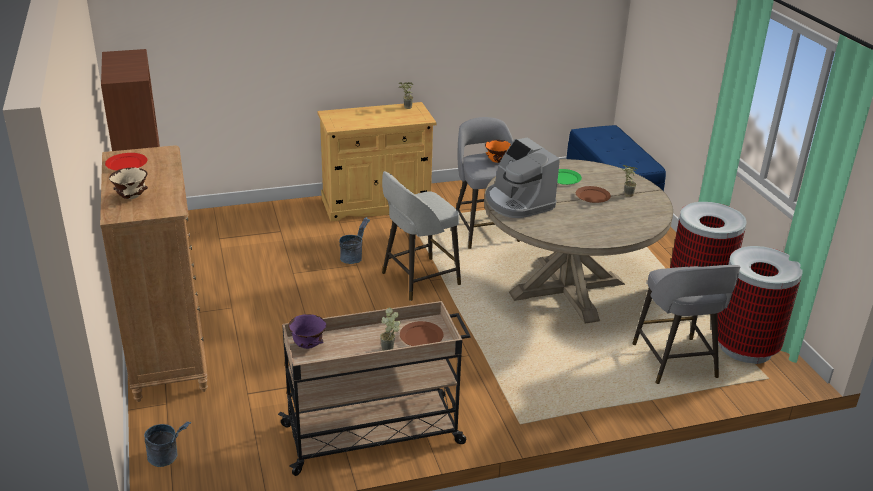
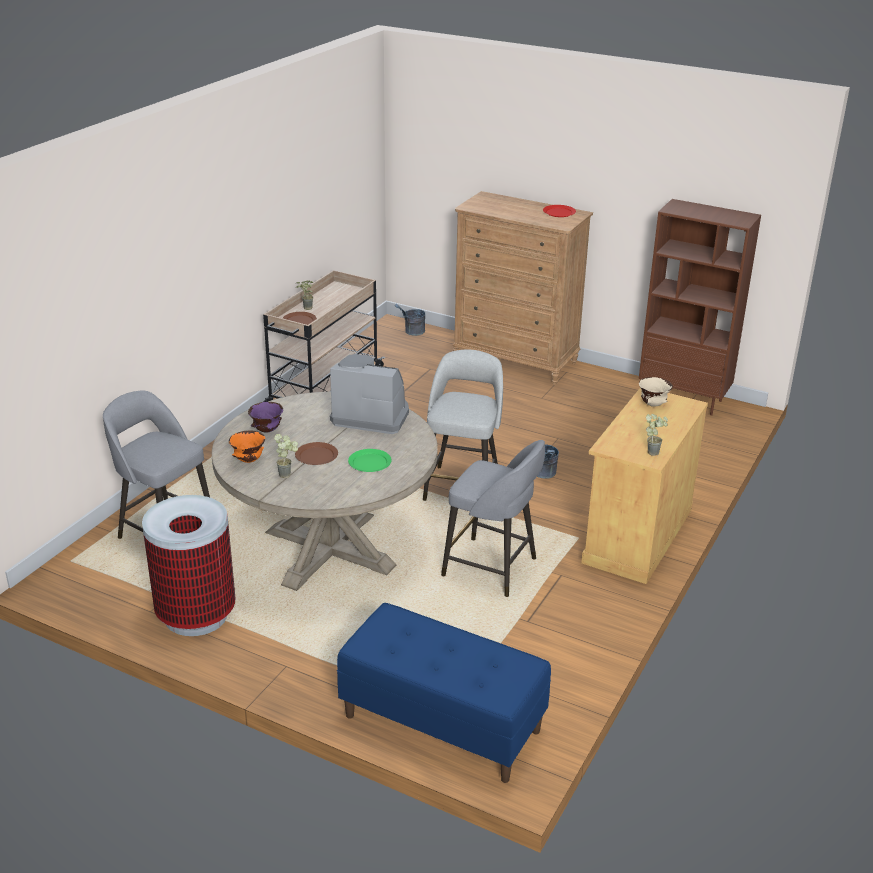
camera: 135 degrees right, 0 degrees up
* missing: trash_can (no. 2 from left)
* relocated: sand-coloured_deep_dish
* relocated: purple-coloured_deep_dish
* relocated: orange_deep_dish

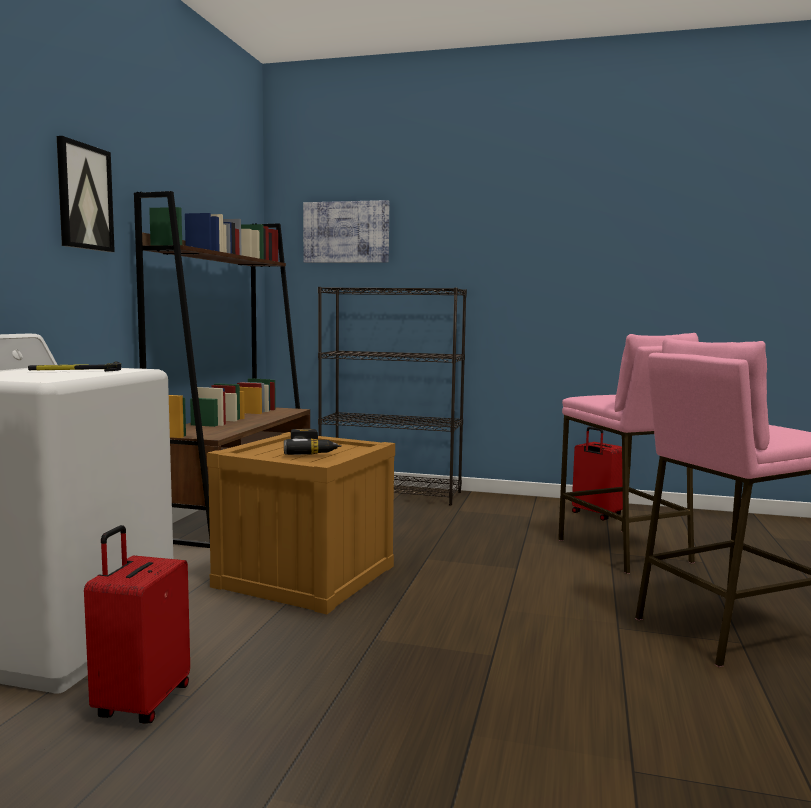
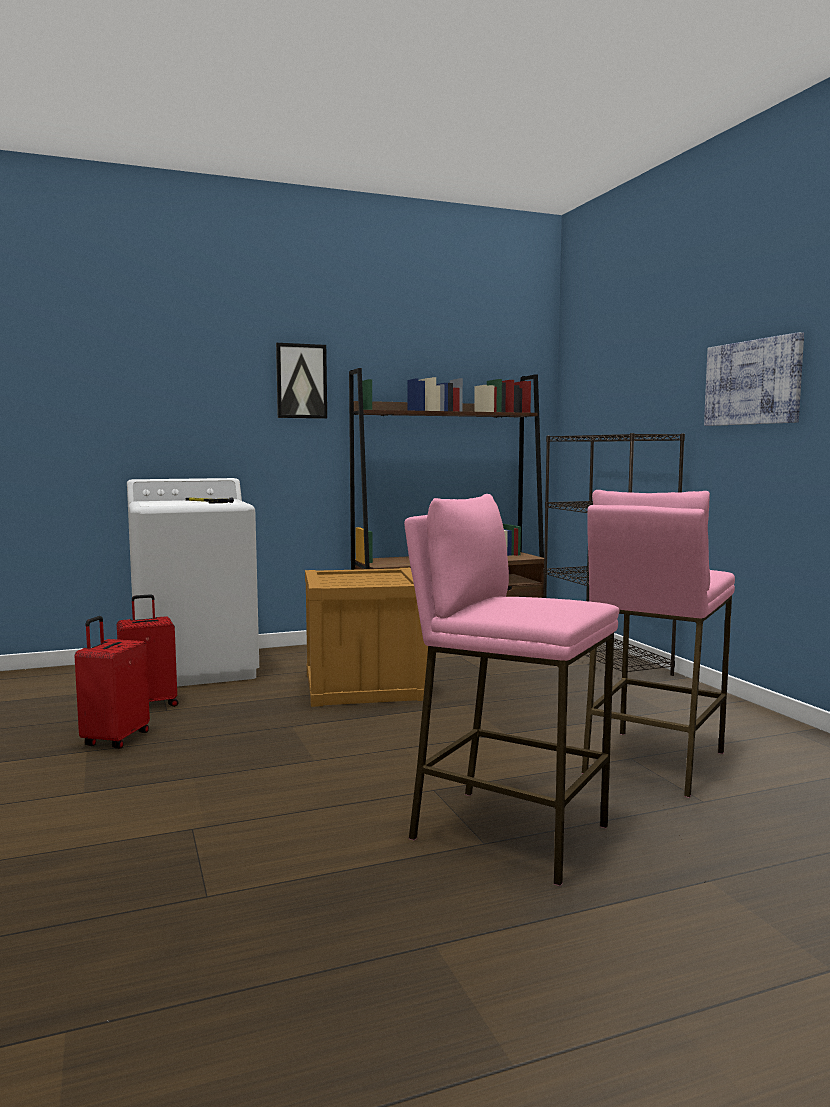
camera: 55 degrees right, 0 degrees up
* missing: electric_drill
* relocated: wall_art (no. 2 from left)
* relocated: reddish_piece_of_luggage (no. 2 from left in the first image) to reddish_piece_of_luggage (no. 1 from left)

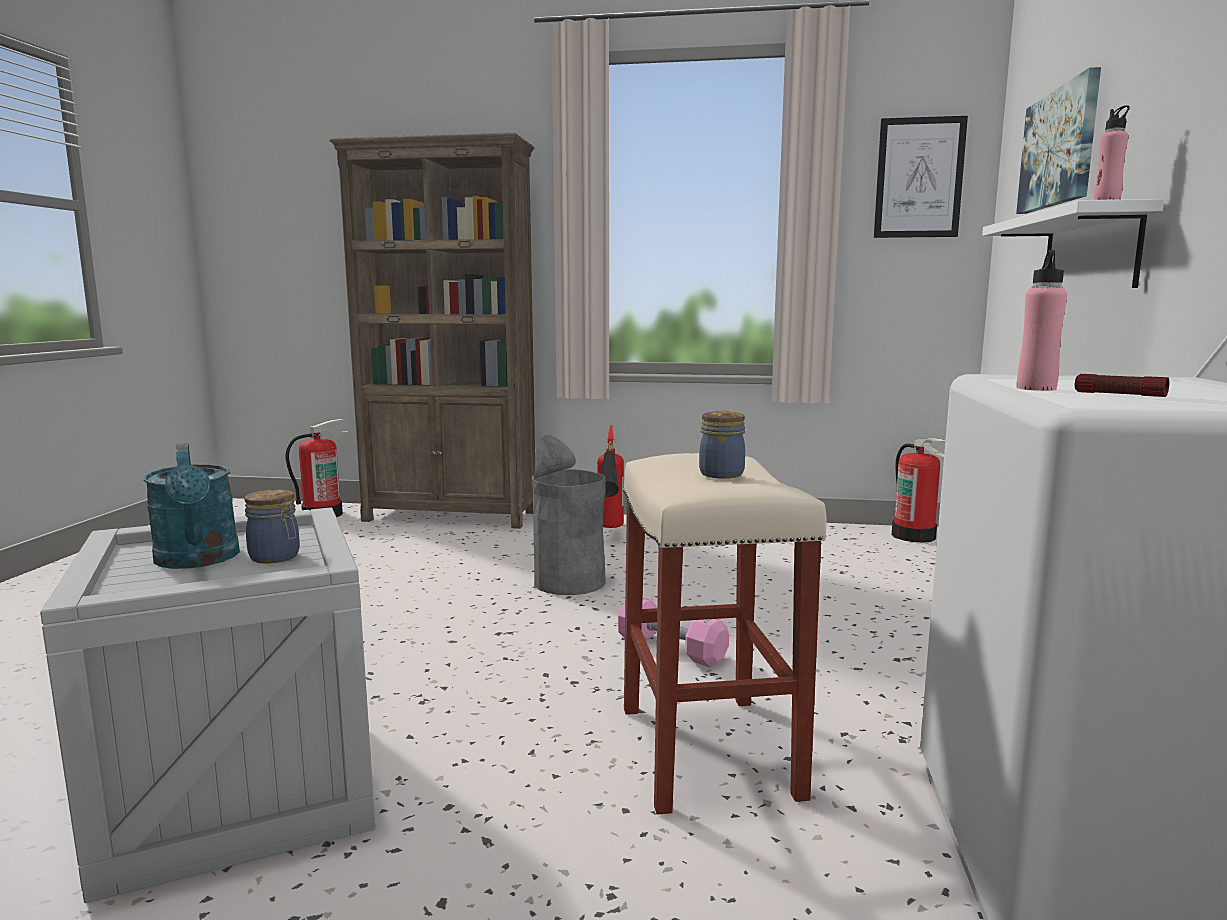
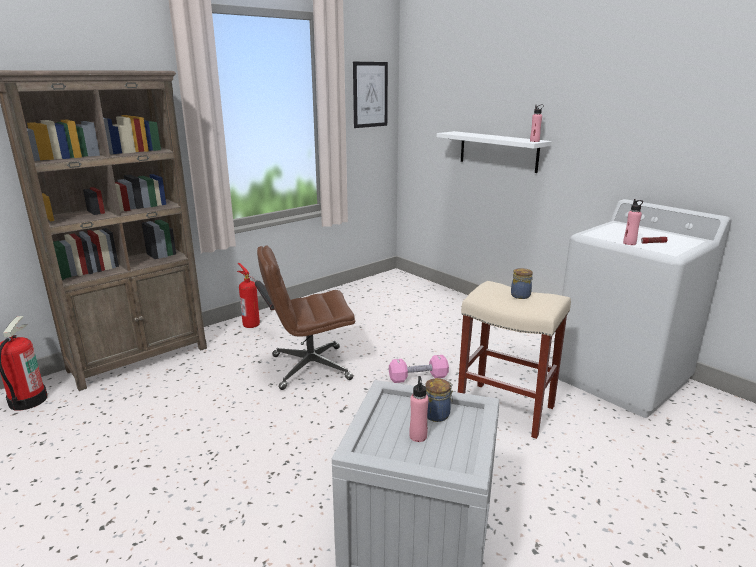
camera: 50 degrees left, 10 degrees up
* missing: fire-fighting_cylinder (no. 3 from left)
* missing: wall_art (no. 2 from left)
* exchanged: blue-green_watering_can to pink-coloured_drink_bottle (no. 1 from left)
* exchanged: grey_trash_can to brown_desk_chair

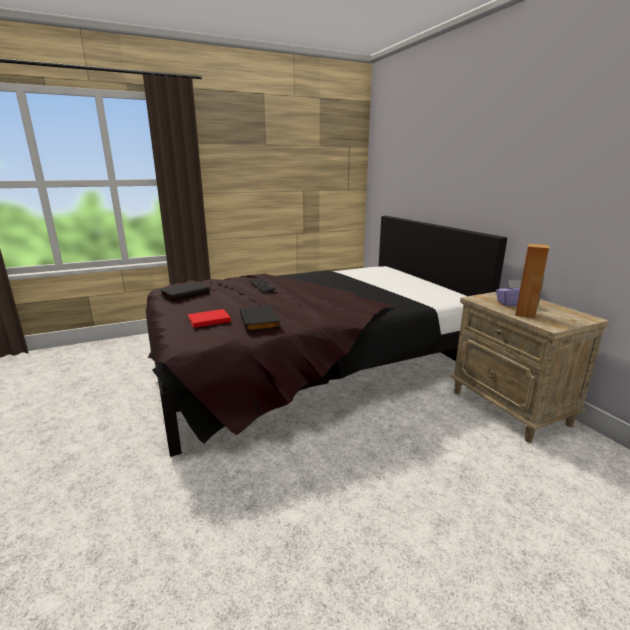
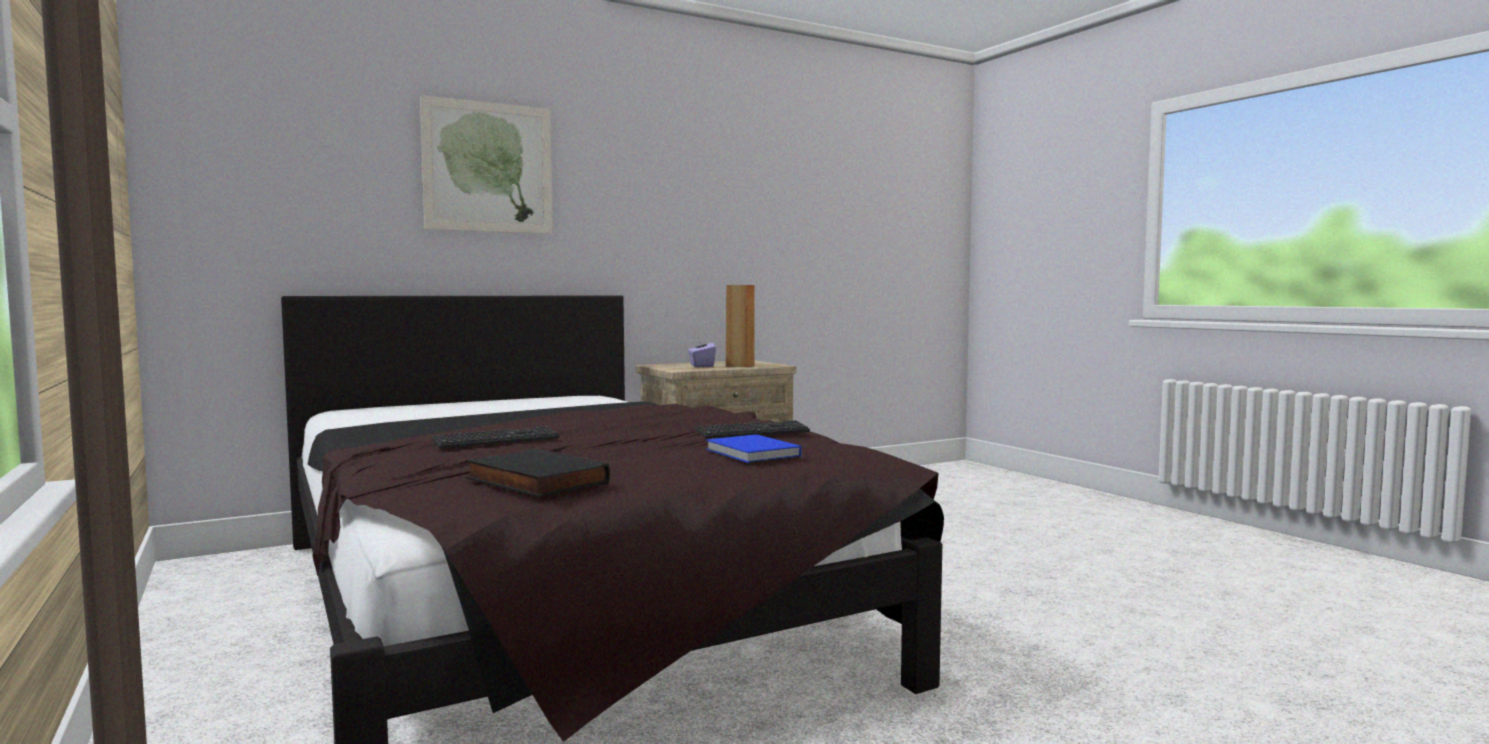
camera: 95 degrees left, 15 degrees down
* appeared: wall_art
* exchanged: blackish_volume (no. 2 from left) to PC_keyboard (no. 2 from left)
* colour: reddish_volume to bluish_volume

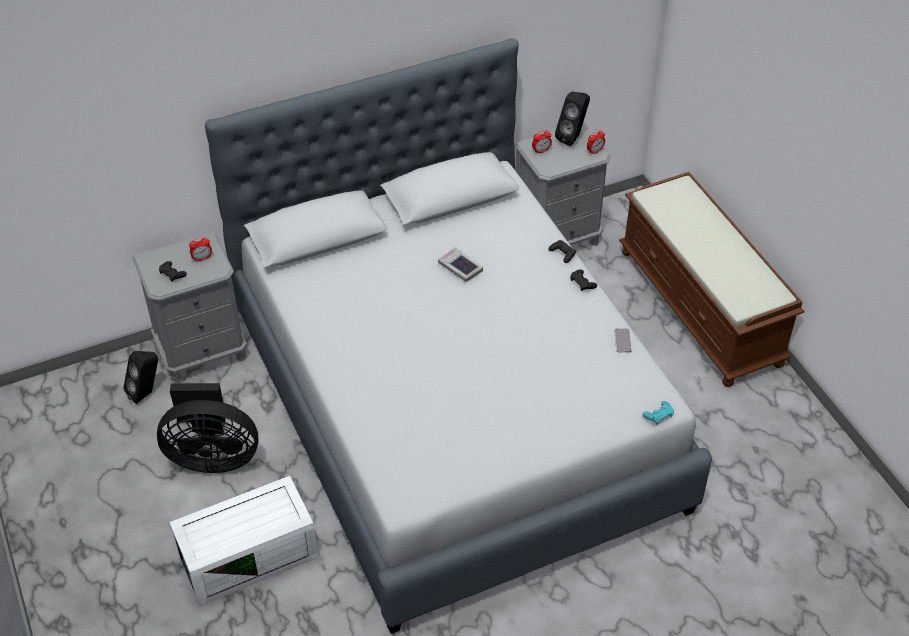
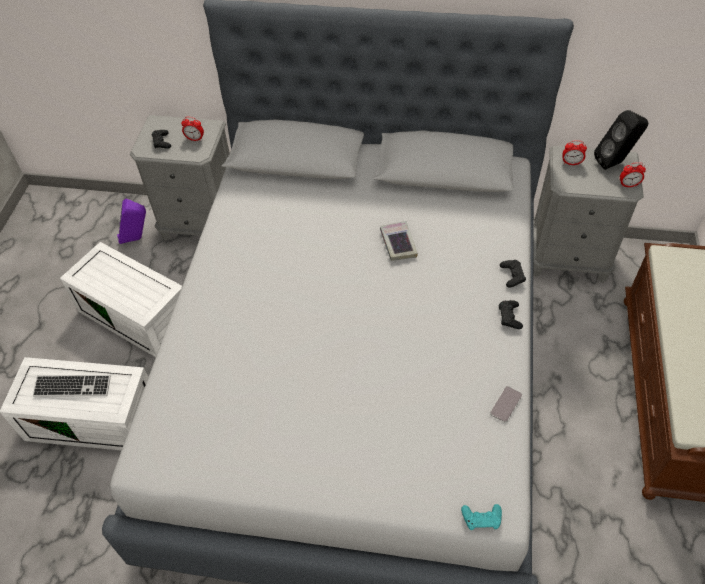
camera: 35 degrees right, 5 degrees up
* appeared: PC_keyboard
* exchanged: blackish_electric_fan to white_storage_box (no. 2 from left)
* colour: blackish_speaker (no. 1 from left) to purple-coloured_speaker

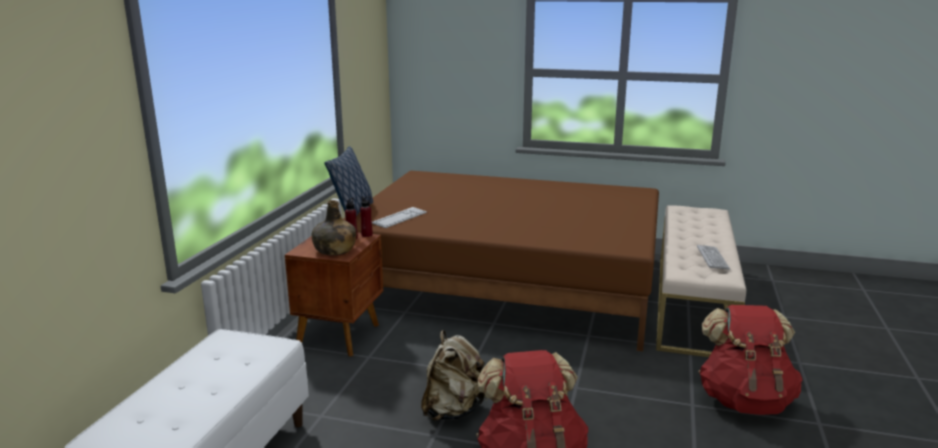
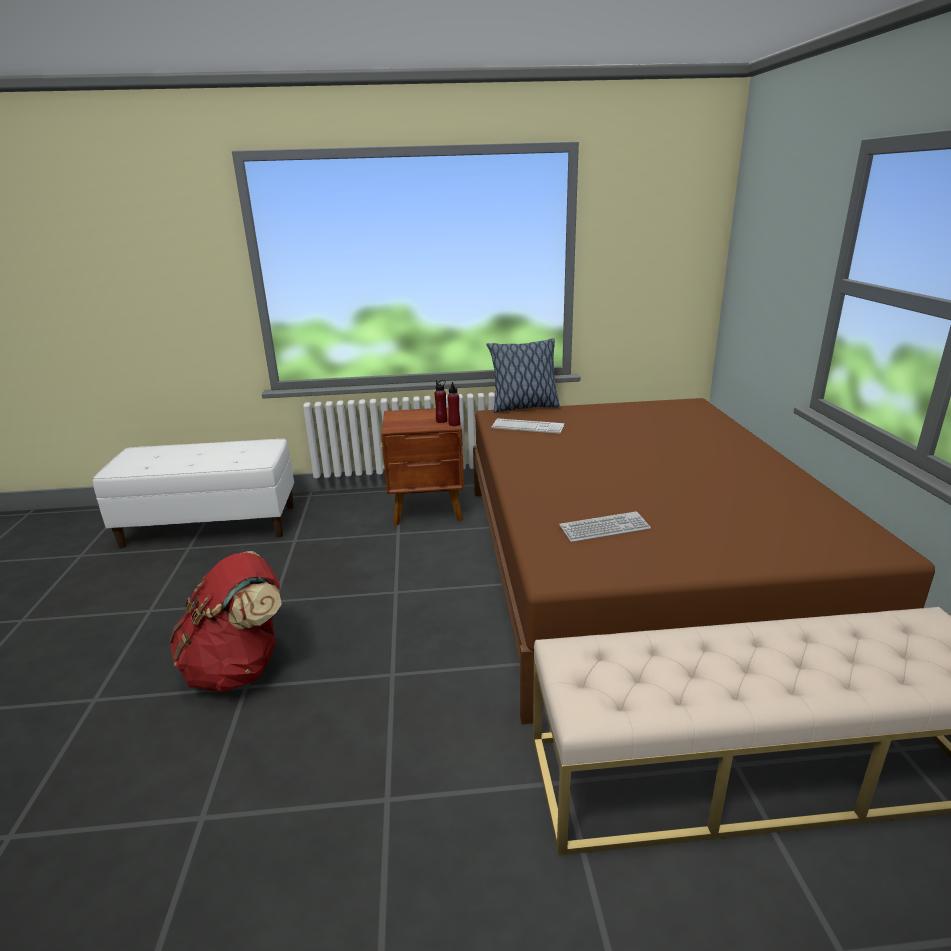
camera: 70 degrees right, 5 degrees up
* missing: green_drink_bottle
* missing: sand-coloured_knapsack
* missing: reddish_knapsack (no. 2 from left)
* relocated: PC_keyboard (no. 2 from left)

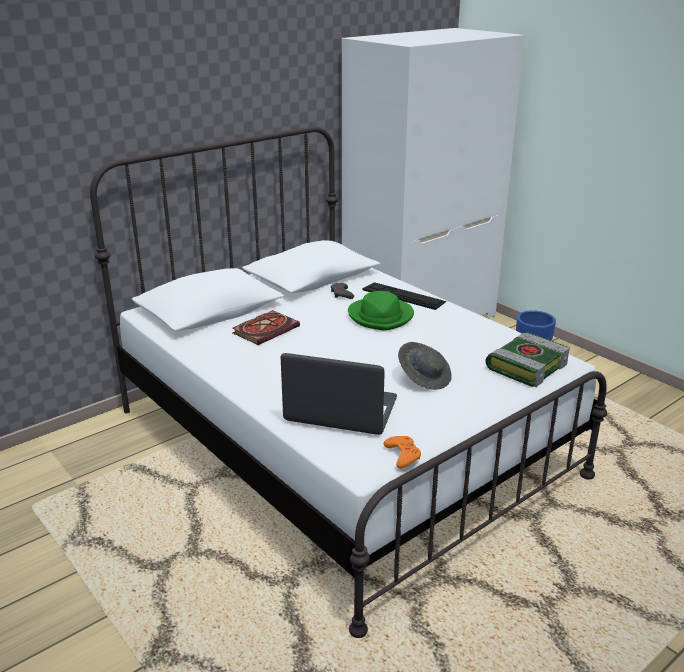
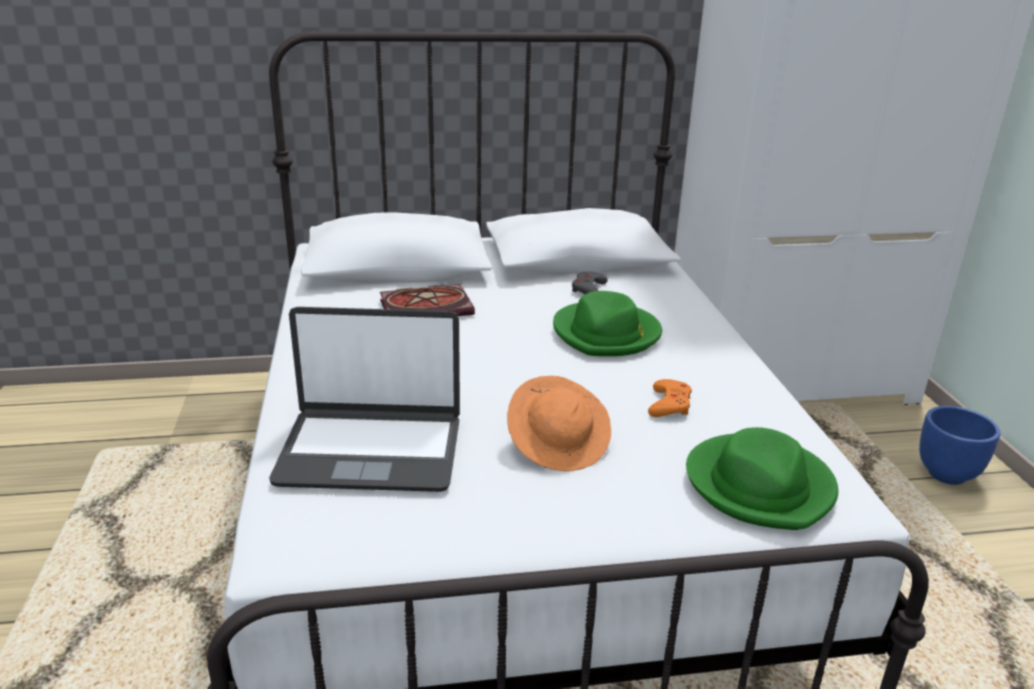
camera: 30 degrees right, 0 degrees up
* missing: PC_keyboard
* relocated: orange_game_controller
* exchanged: volume (no. 2 from left) to green_hat (no. 2 from left)
* colour: grey_hat to orange_hat
* spun: portable_computer 135 degrees clockwise

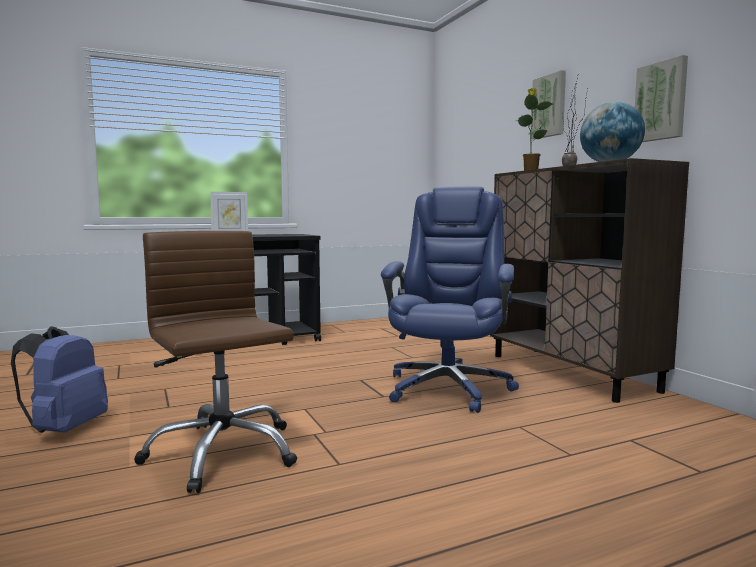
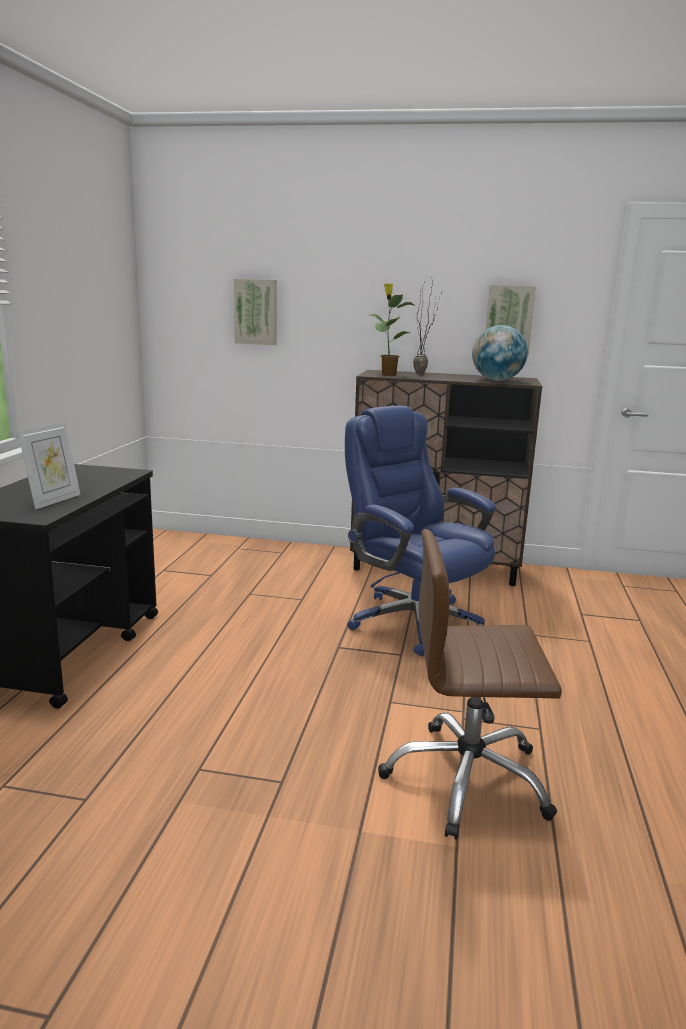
camera: 55 degrees left, 10 degrees up
* missing: bluish_knapsack
* relocated: wall_art (no. 1 from left)

